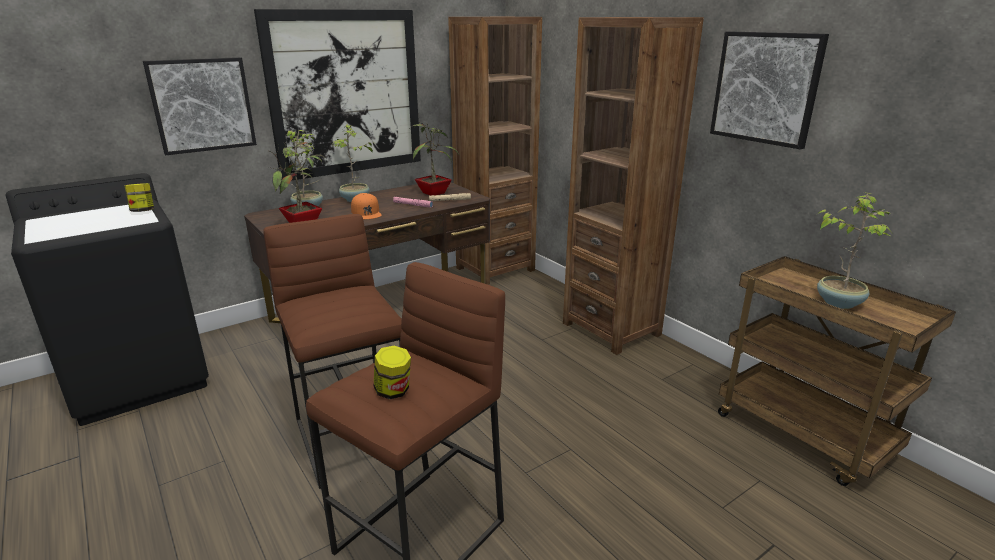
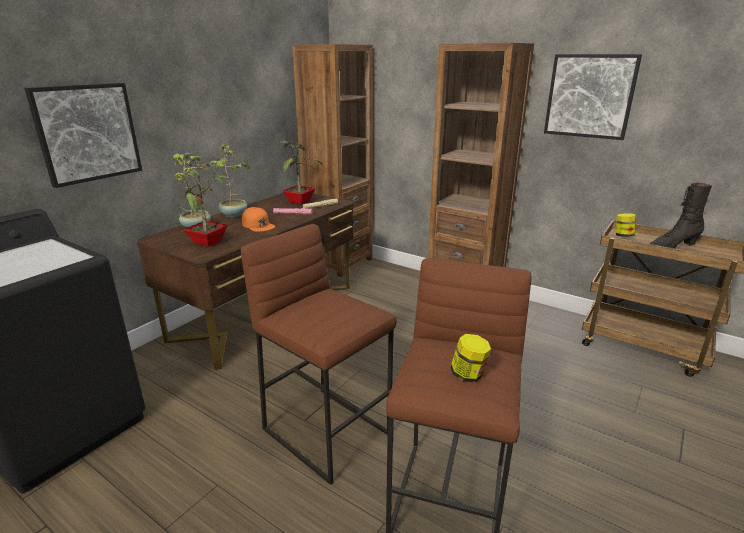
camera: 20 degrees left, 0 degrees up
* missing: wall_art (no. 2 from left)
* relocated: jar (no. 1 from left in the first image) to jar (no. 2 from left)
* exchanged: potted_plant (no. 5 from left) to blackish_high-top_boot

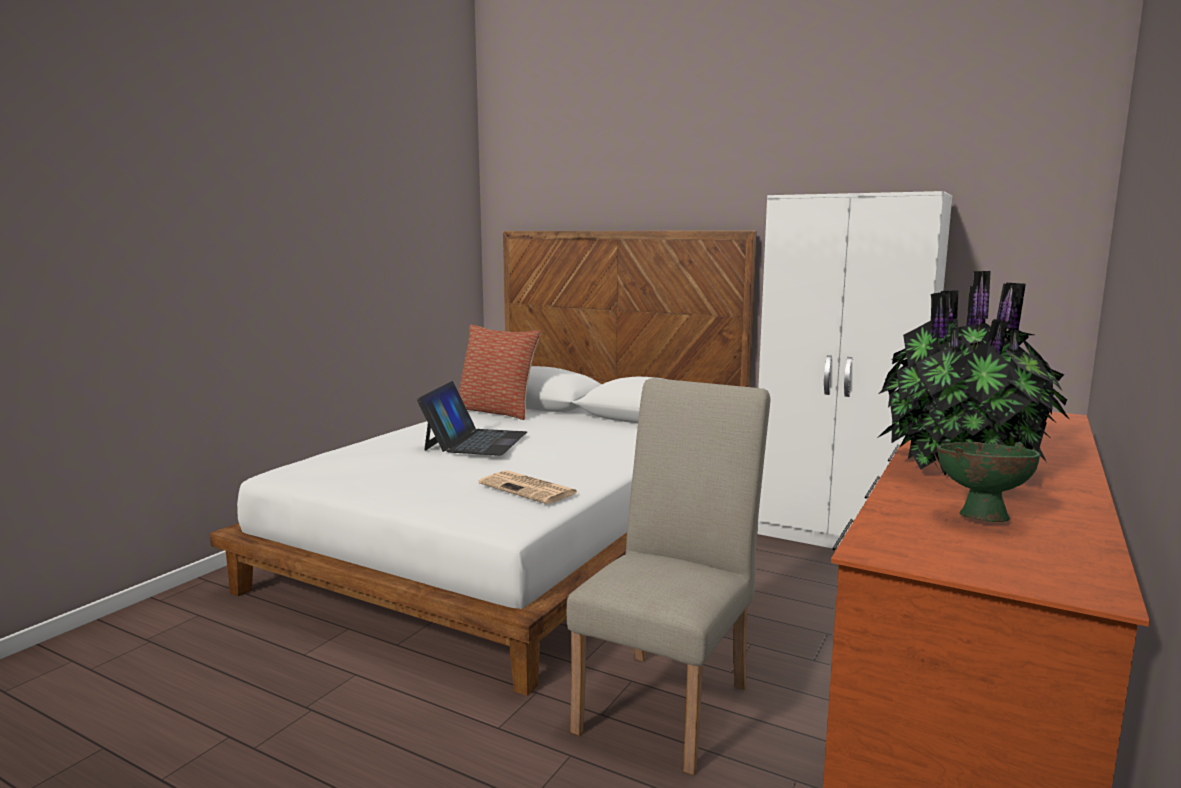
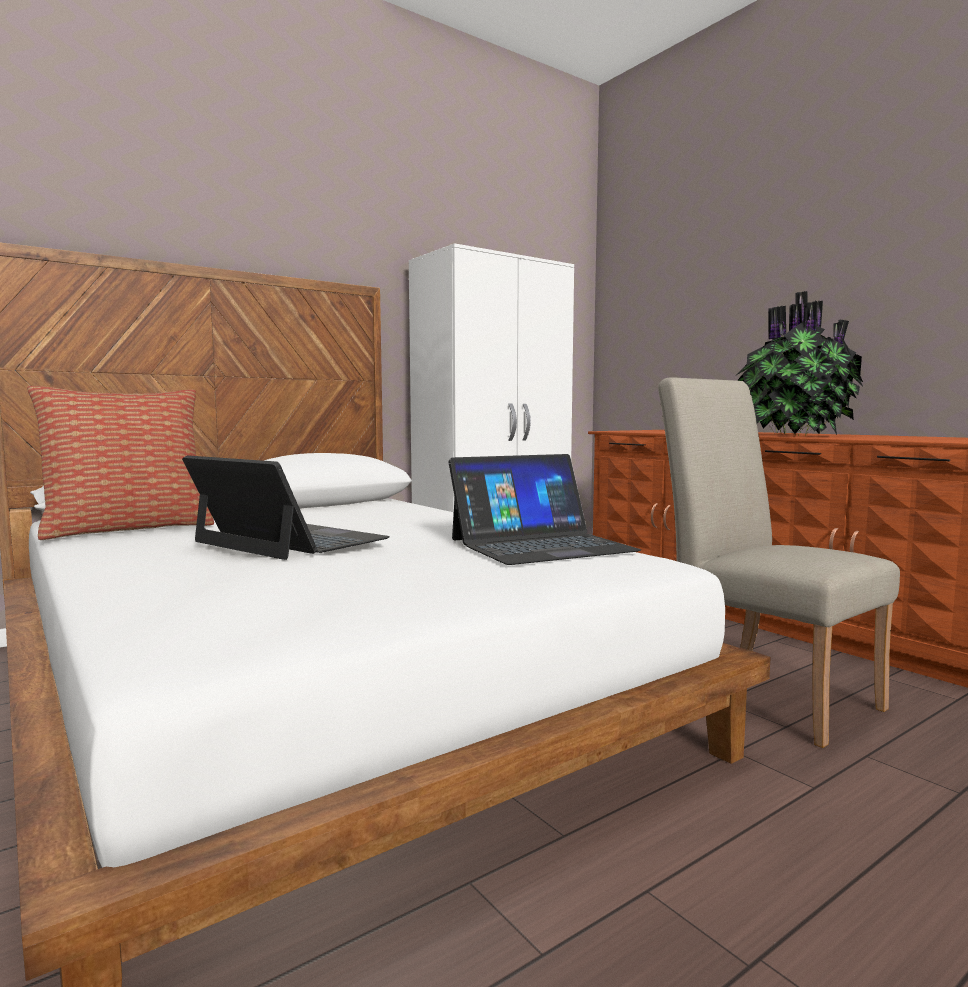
camera: 65 degrees left, 5 degrees down
* missing: green_deep_dish
* exchanged: daily_paper to portable_computer (no. 2 from left)

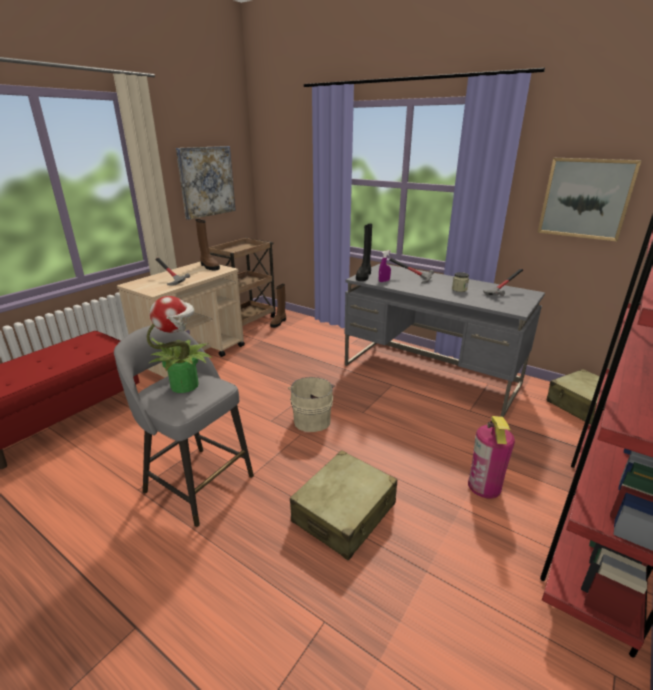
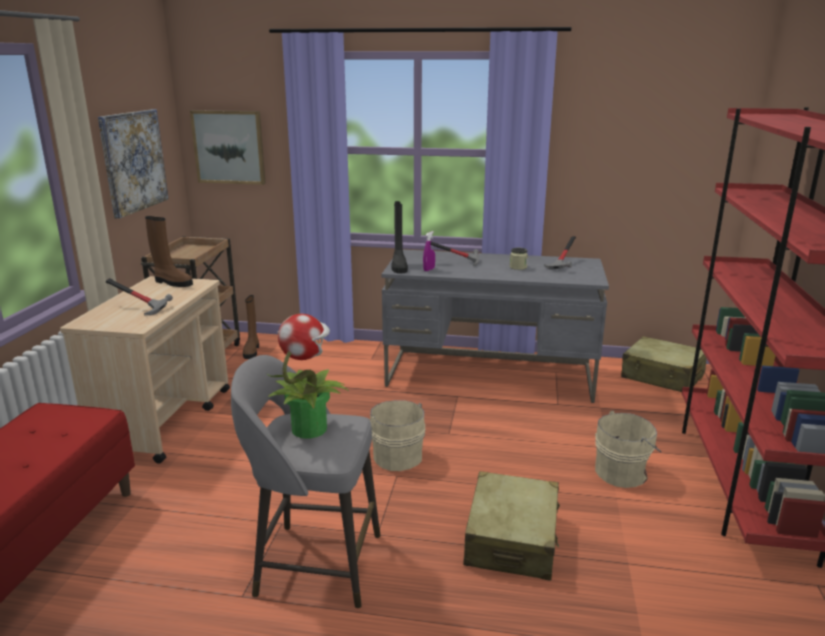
camera: 25 degrees left, 5 degrees down
* relocated: wall_art (no. 2 from left)
* exchanged: fire-fighting_cylinder to sand-coloured_water_bucket (no. 2 from left)

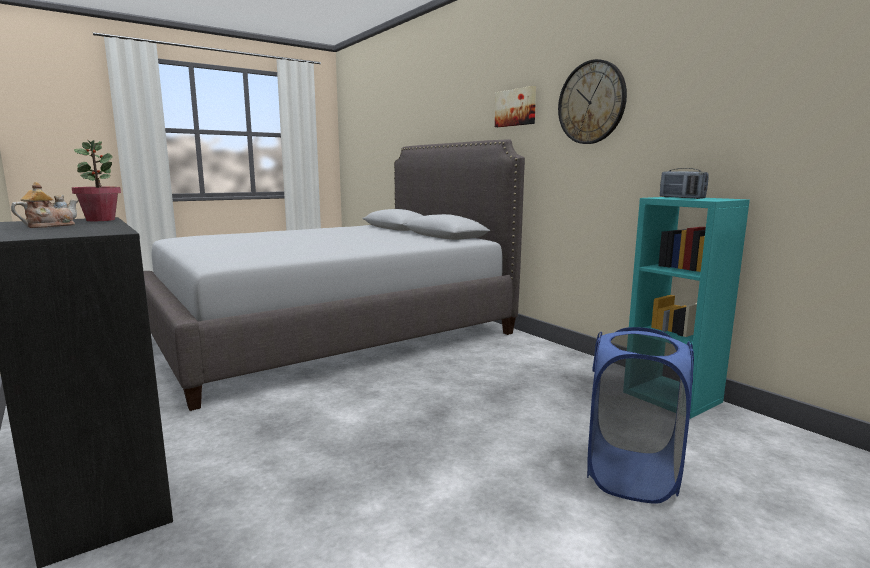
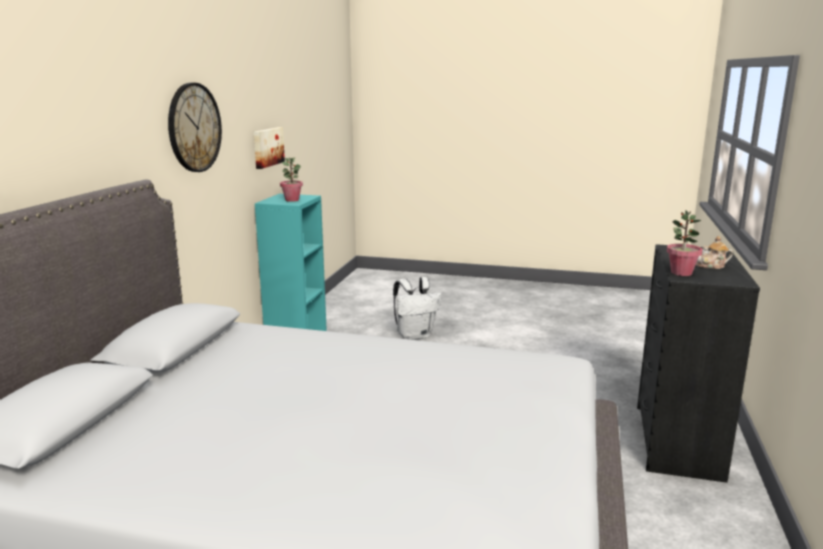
camera: 130 degrees left, 5 degrees up
* relocated: wall_art
* exchanged: bluish_hamper to white_knapsack
* exchanged: radio to potted_plant (no. 1 from left)

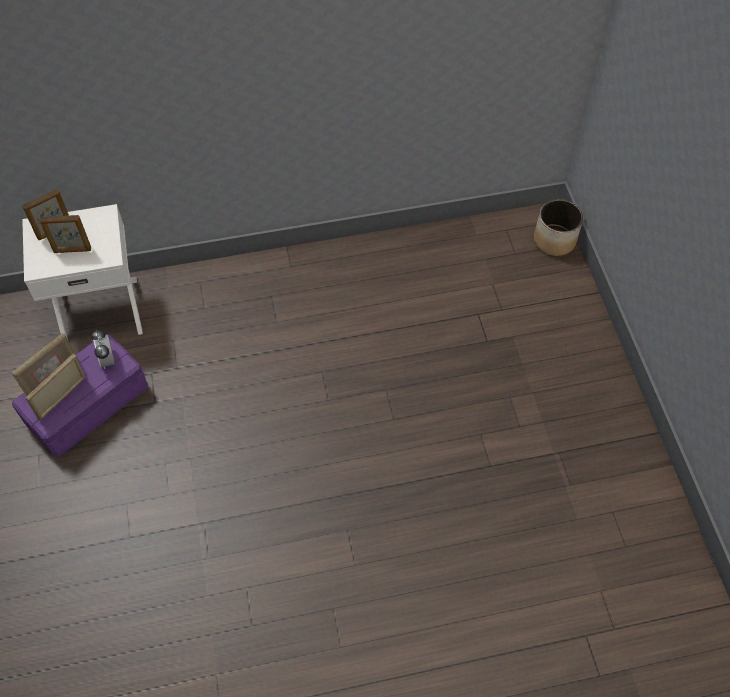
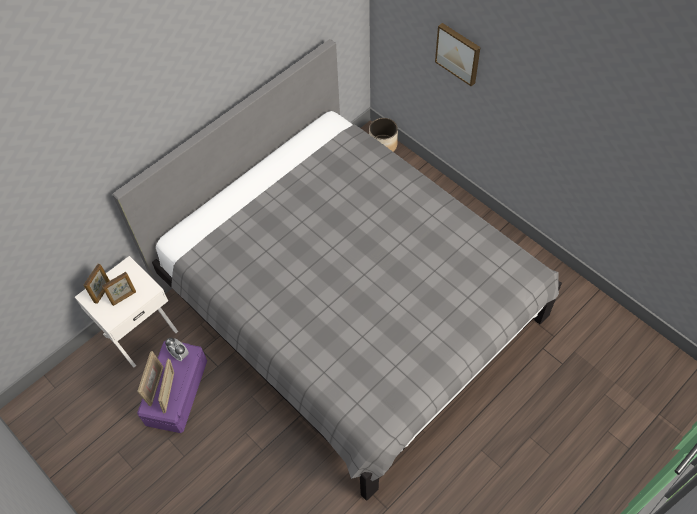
camera: 30 degrees left, 0 degrees up
* appeared: grey_bedroom_bed
* appeared: wall_art

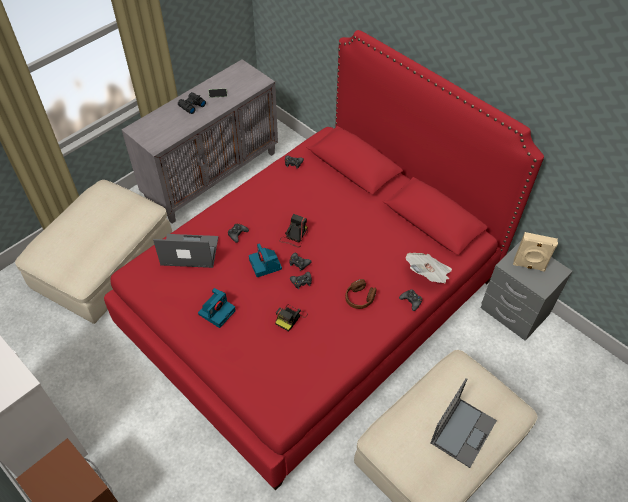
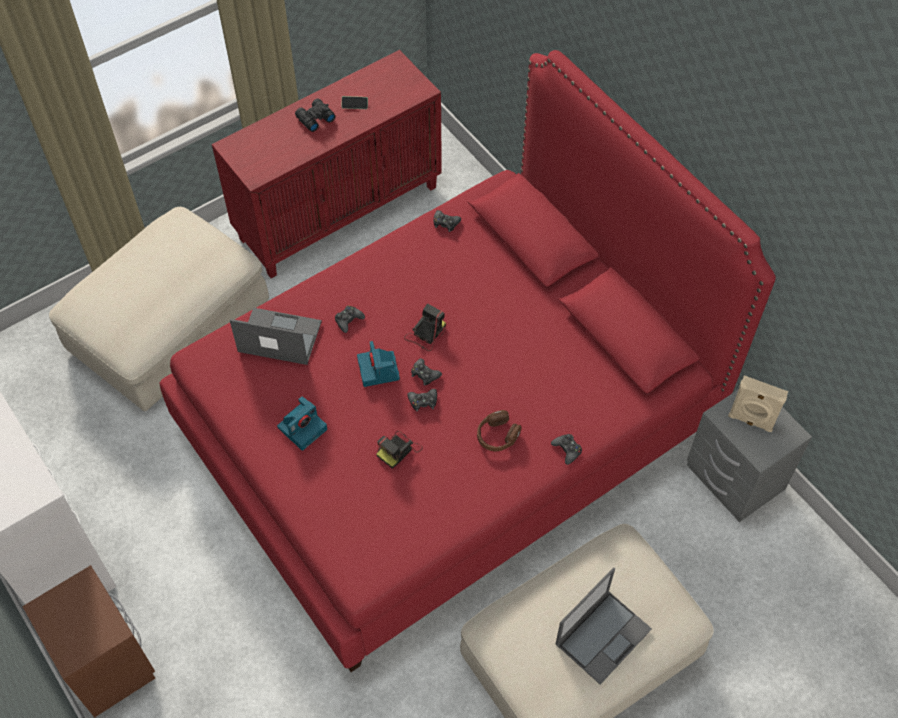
camera: 10 degrees right, 5 degrees up
* missing: daily_paper
* colour: grey_cabinet to reddish_cabinet

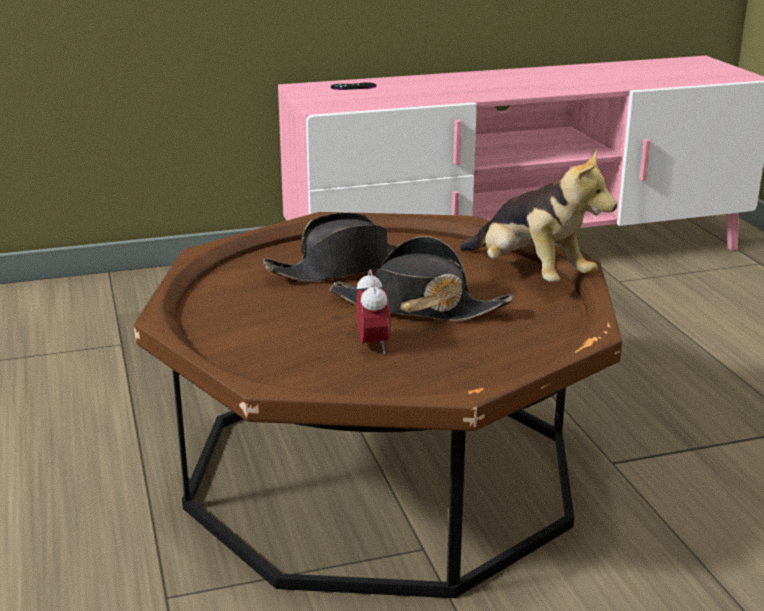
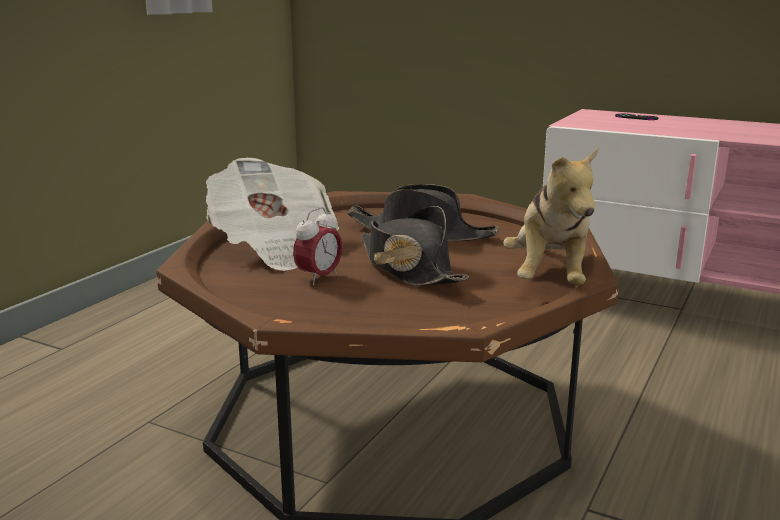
camera: 45 degrees right, 5 degrees down
* appeared: daily_paper

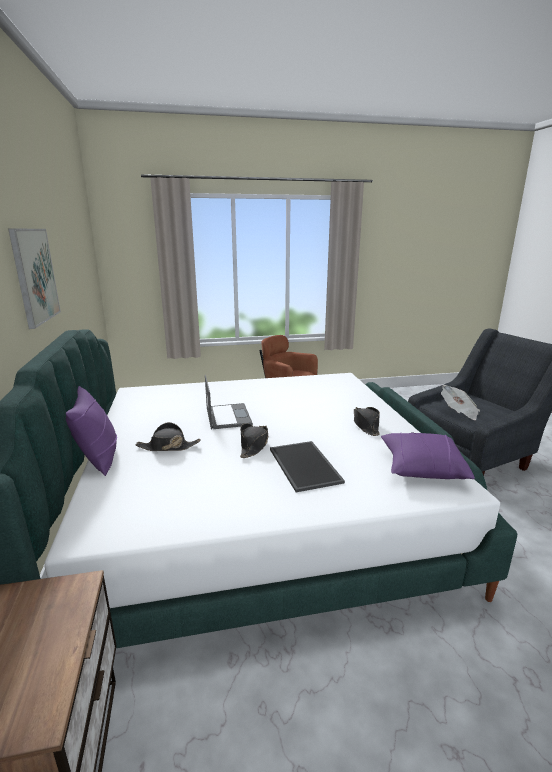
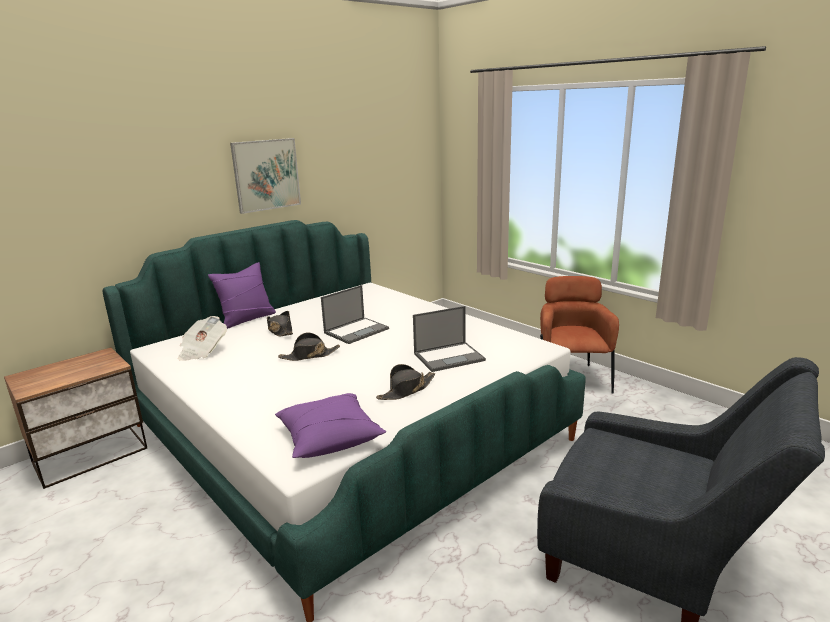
camera: 60 degrees right, 0 degrees up
* missing: tray
* appeared: portable_computer (no. 2 from left)
* relocated: daily_paper

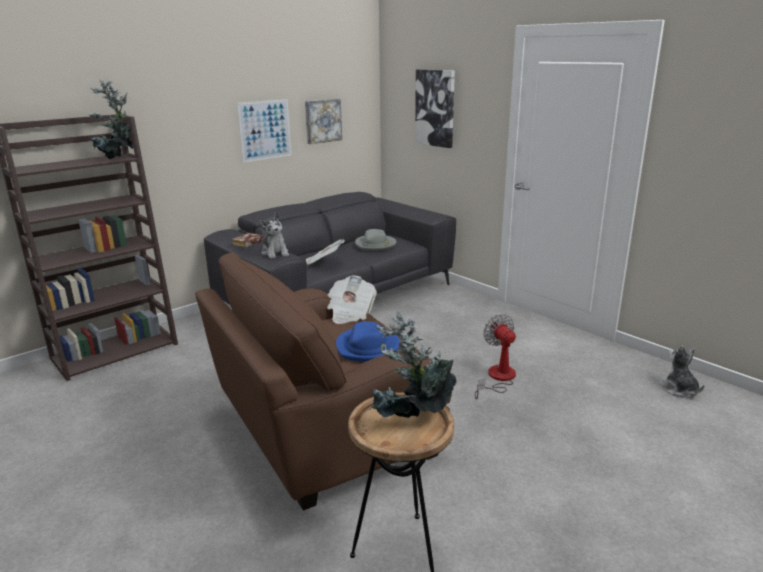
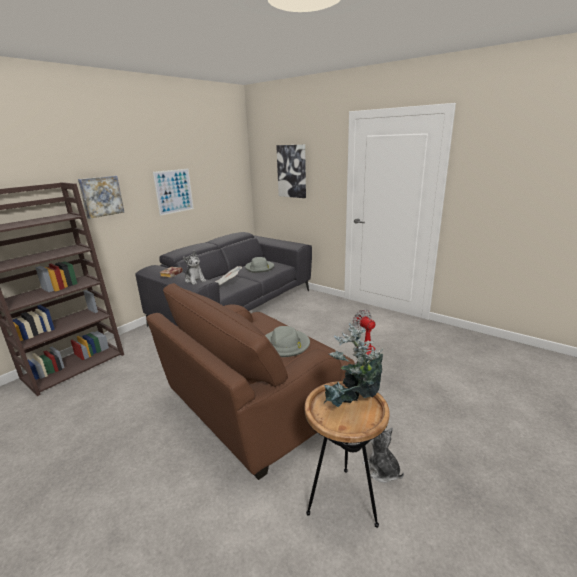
camera: 10 degrees left, 0 degrees up
* missing: potted_plant (no. 1 from left)
* missing: daily_paper (no. 2 from left)
* relocated: wall_art (no. 2 from left in the first image) to wall_art (no. 1 from left)
* relocated: cuddly_toy (no. 2 from left)
* colour: bluish_hat to grey_hat (no. 2 from left)

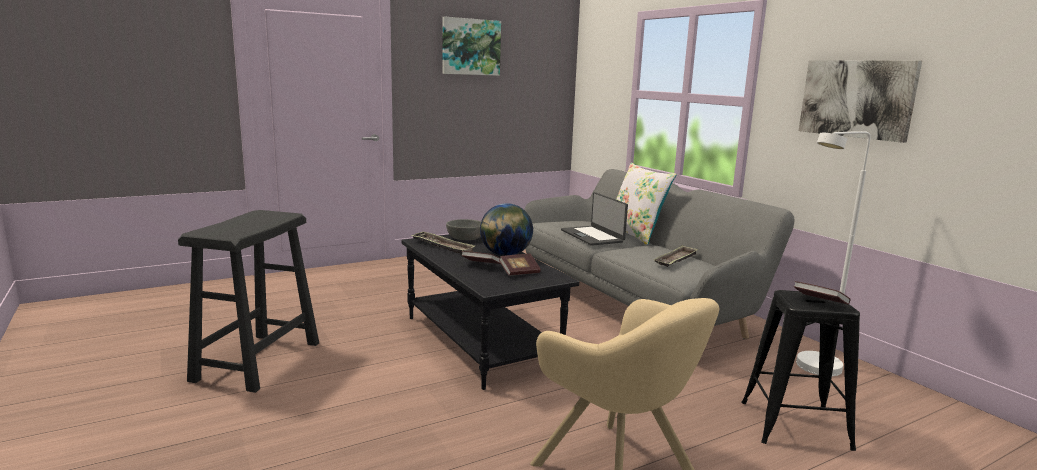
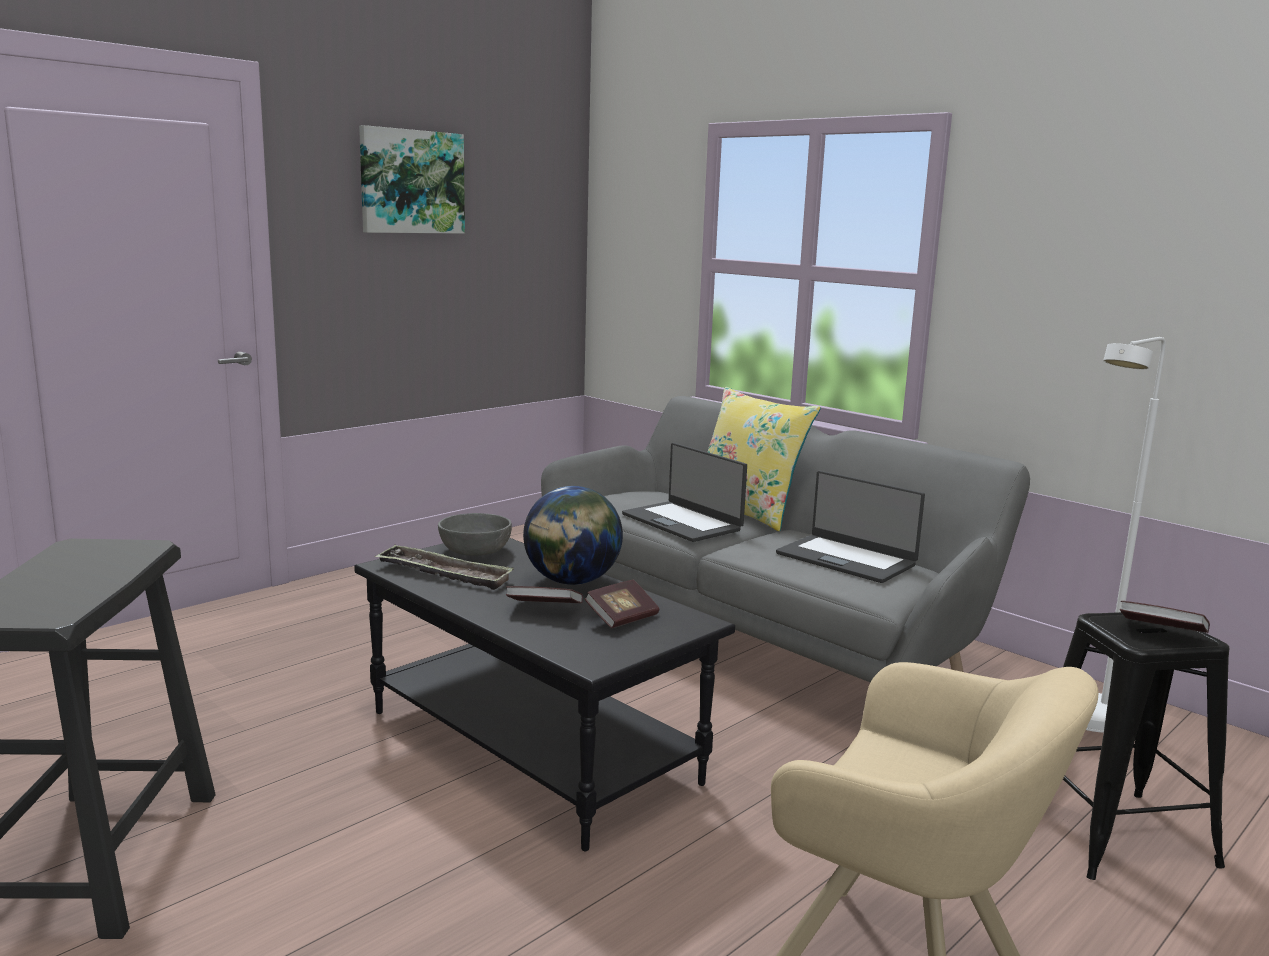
camera: 15 degrees left, 0 degrees up
* missing: wall_art (no. 2 from left)
* exchanged: tray (no. 2 from left) to portable_computer (no. 2 from left)
* colour: white_throw_pillow to yellow_throw_pillow

